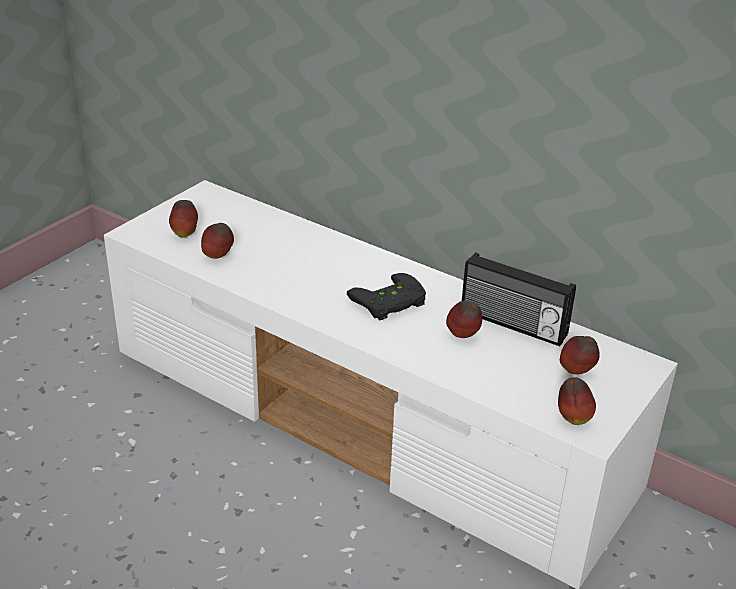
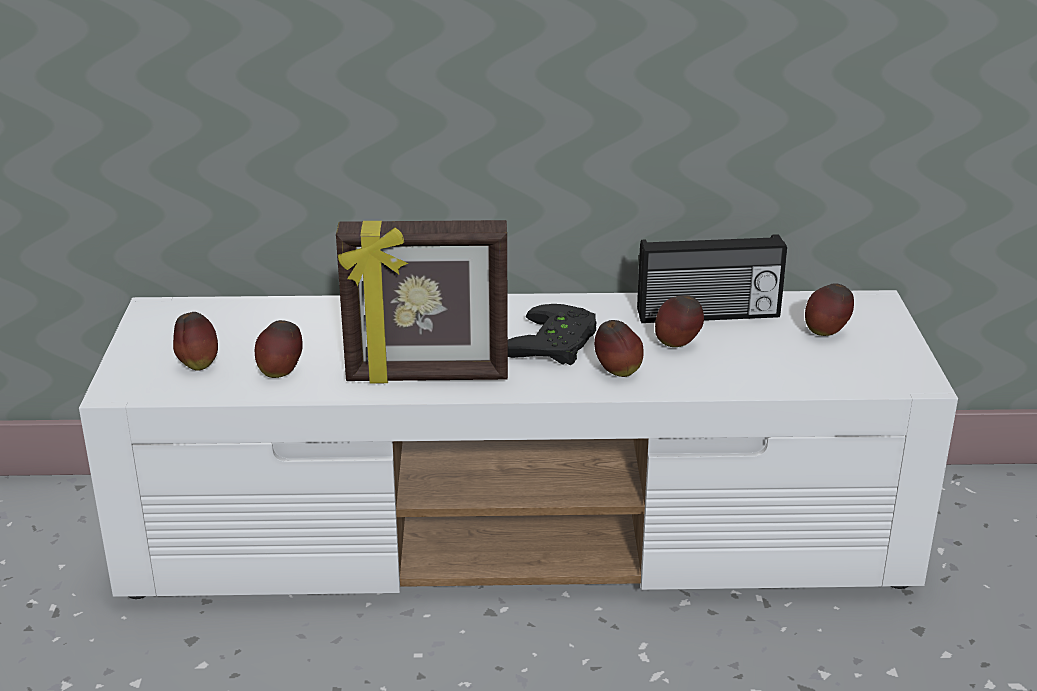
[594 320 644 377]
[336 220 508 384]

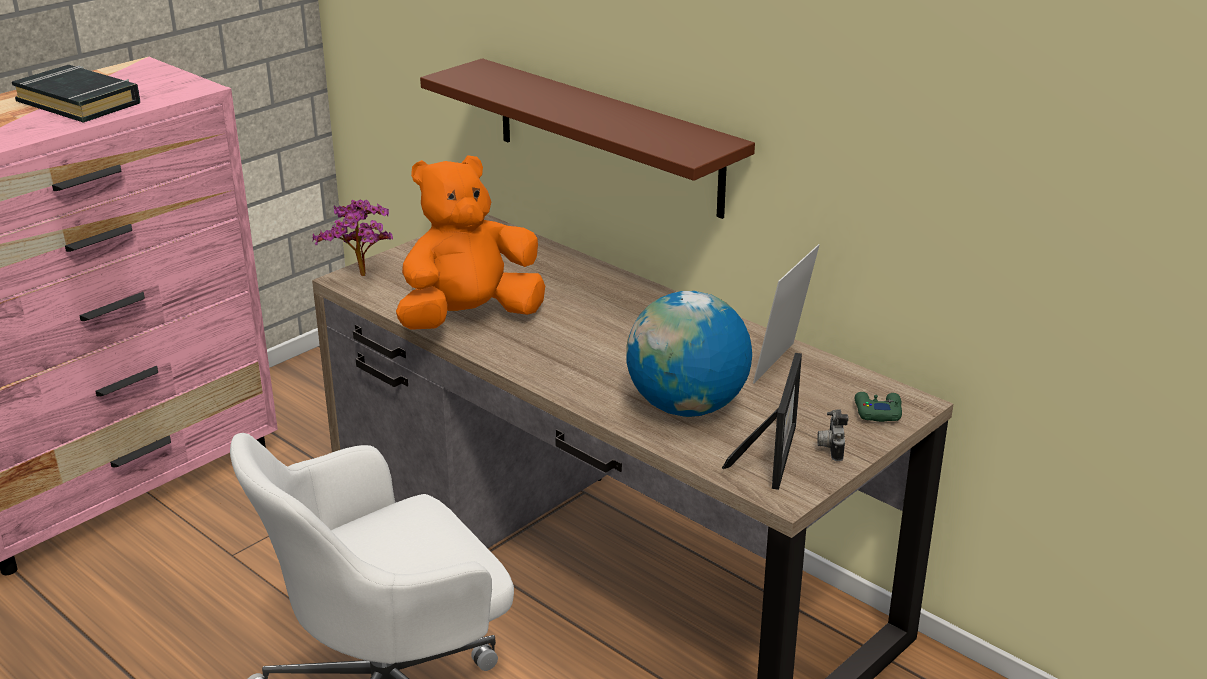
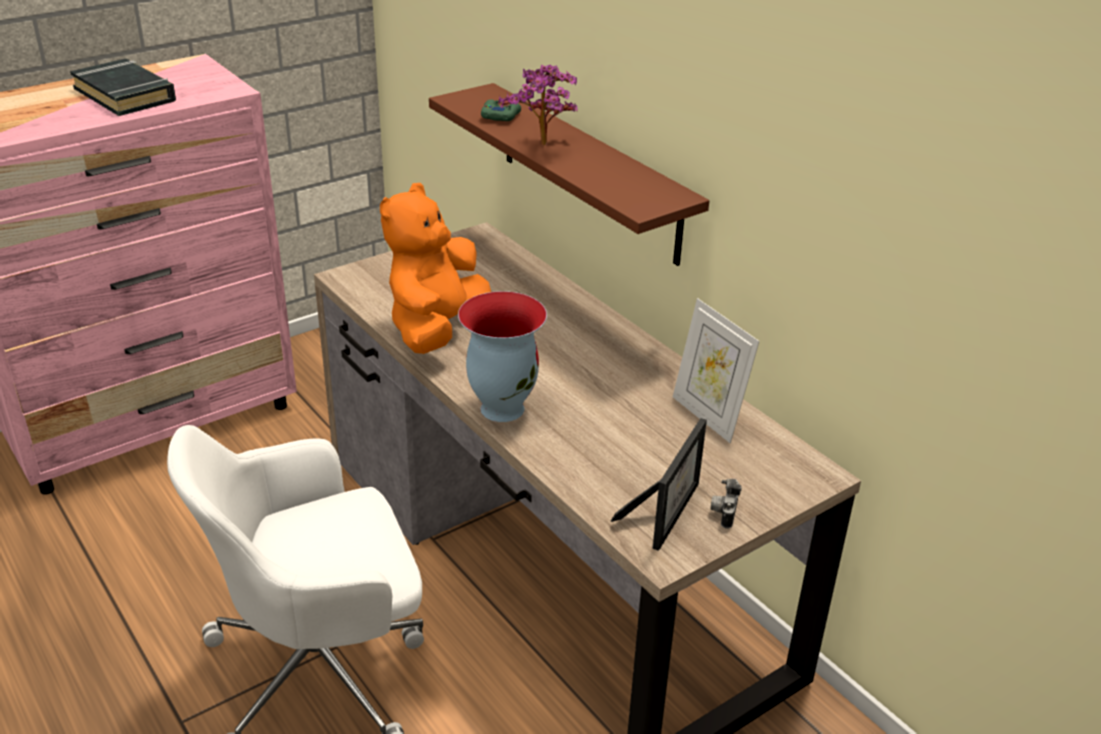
[498 65 578 146]
[380 183 491 354]
[626 291 752 417] (first image)
[673 298 759 443]
[481 99 521 121]
[458 291 547 422]

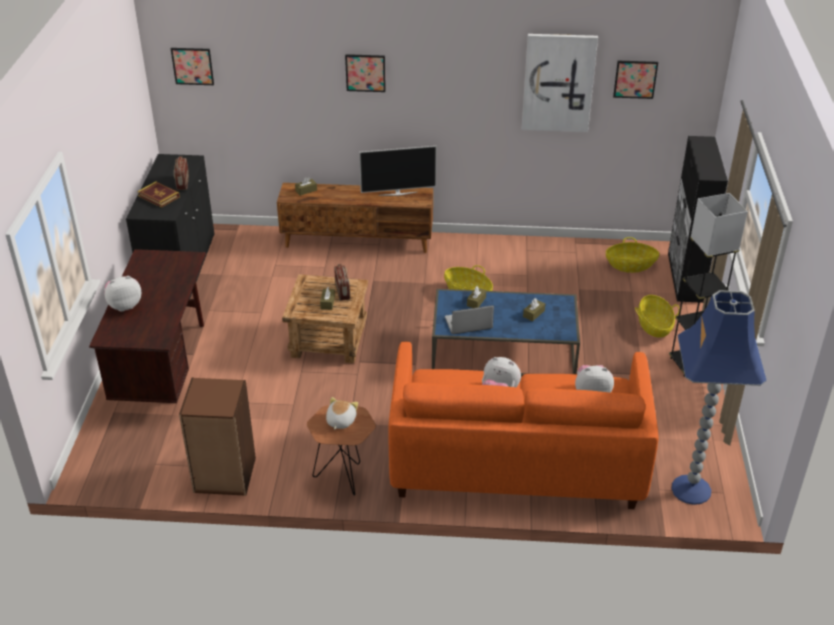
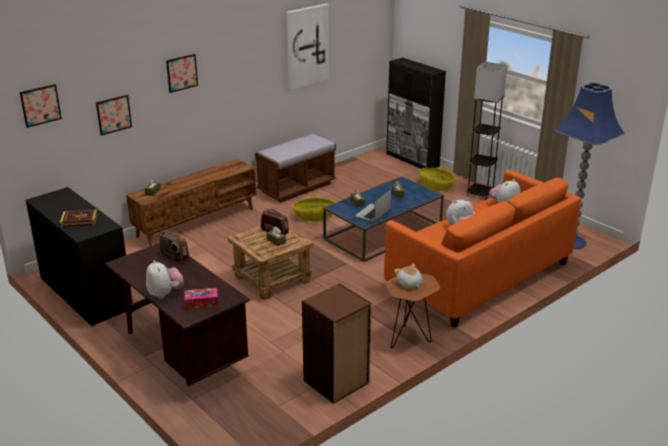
[146 260 184 299]
[160 231 189 263]
[359 146 437 196] (first image)
[606 237 659 273] (first image)
[96 95 132 136]
[184 288 218 309]
[255 134 336 202]

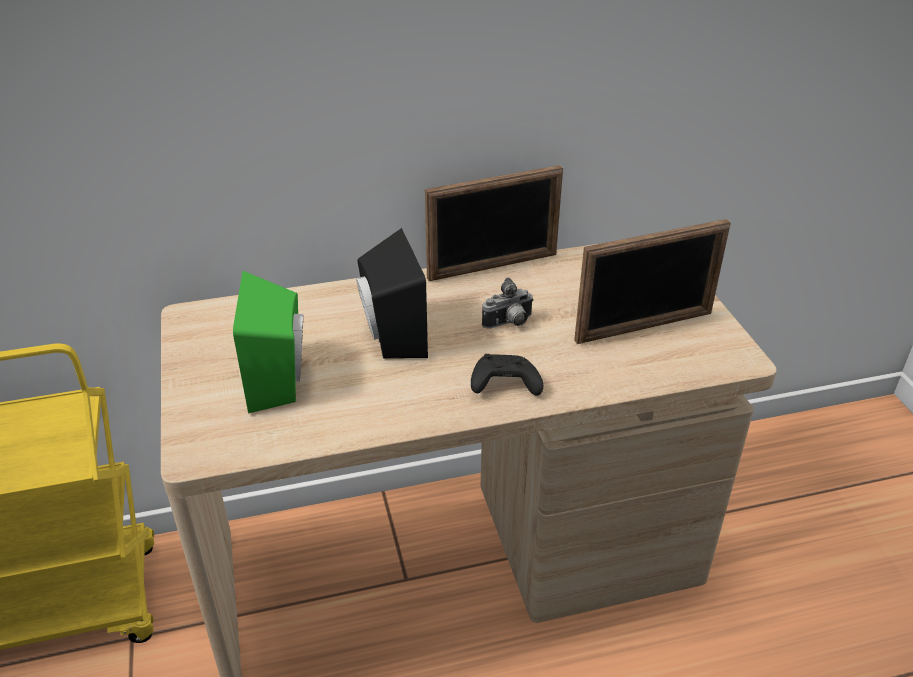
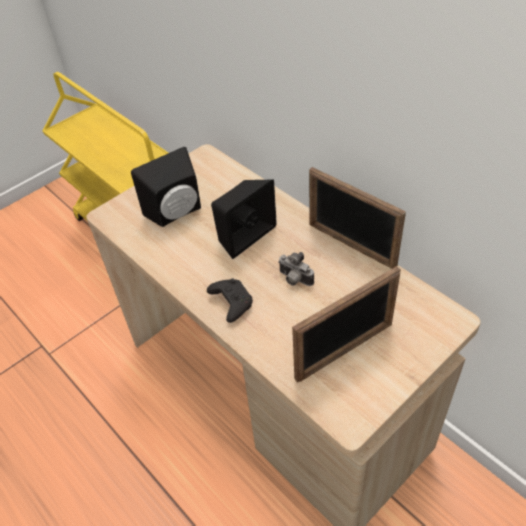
[131 147 201 227]
[292 266 401 383]

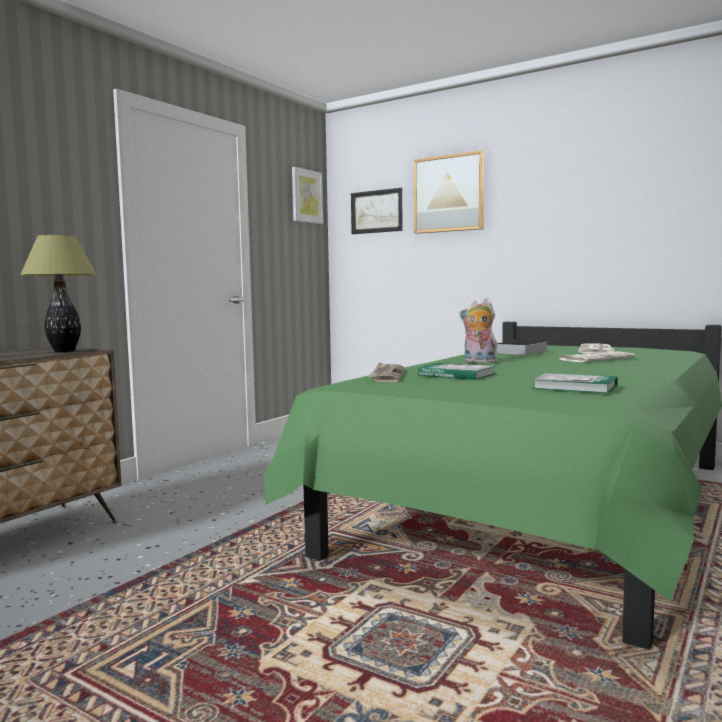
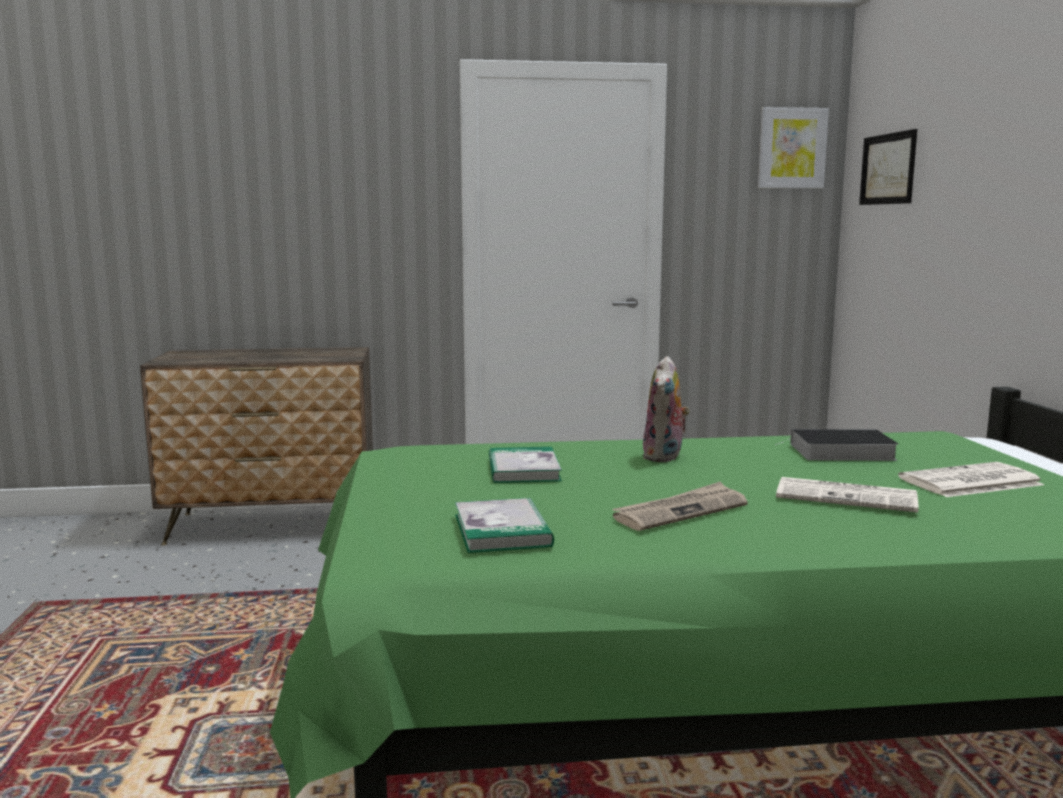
[20 235 97 352] (first image)
[612 481 748 531]
[414 150 484 234] (first image)
[643 356 690 462]

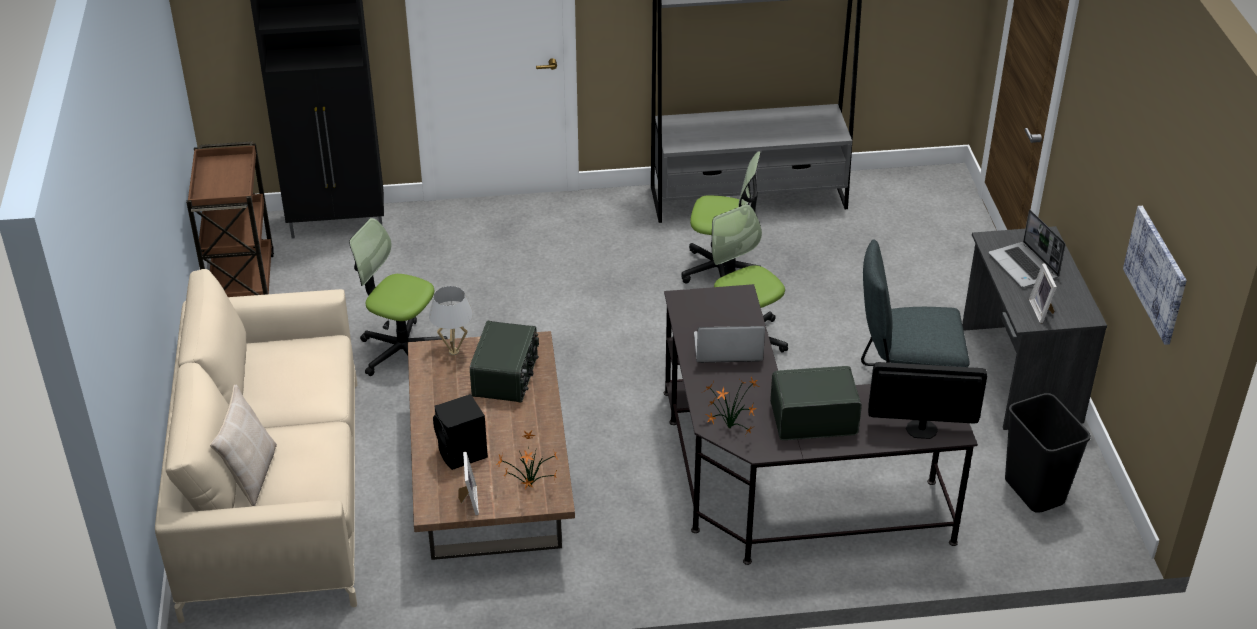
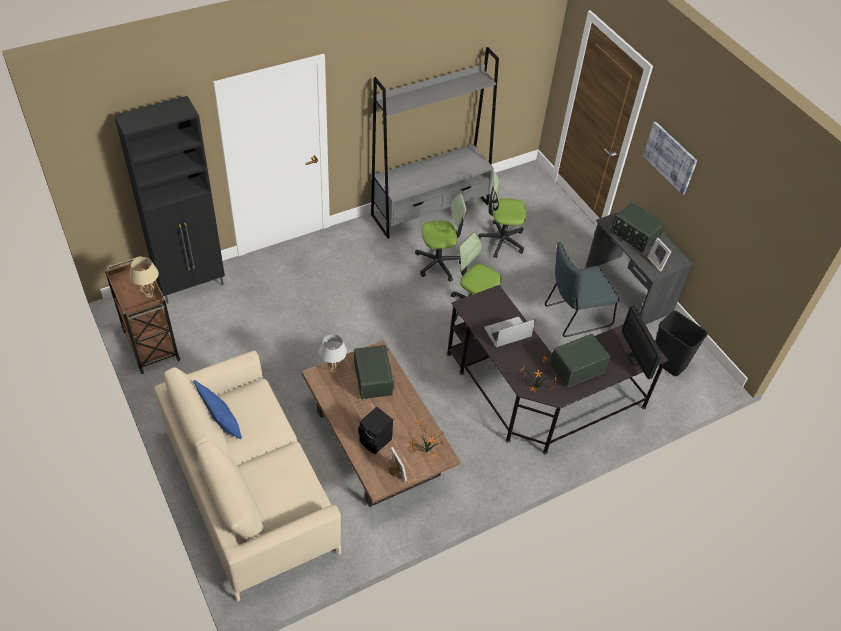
[210 385 277 506] (first image)
[477 171 526 258]
[622 306 662 379]
[611 203 665 253]
[643 122 697 195]
[130 257 159 298]
[193 380 242 439]

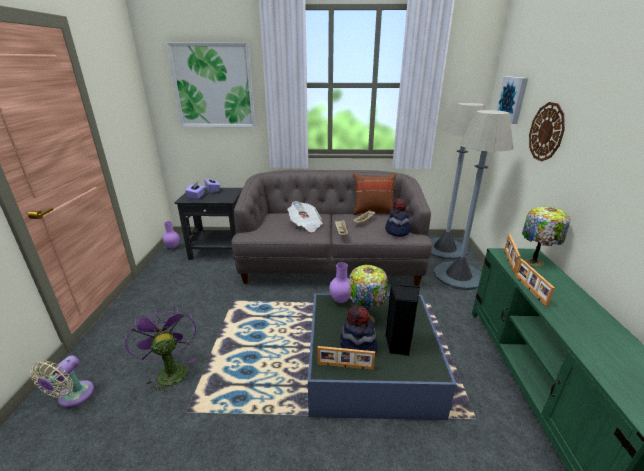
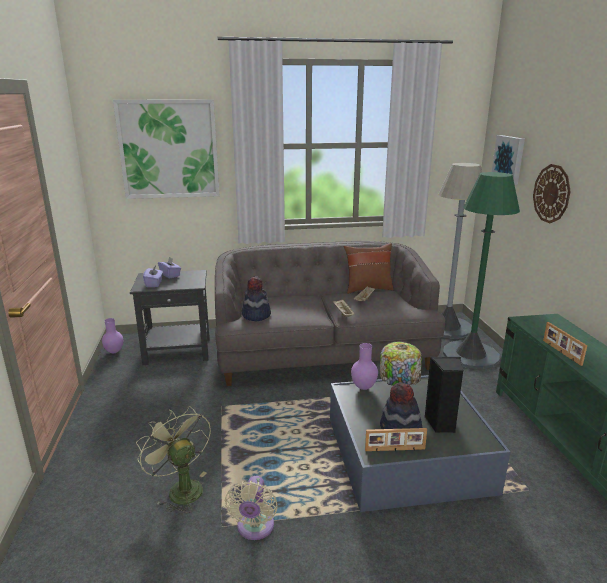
[225 476 278 540]
[136 406 211 513]
[288 201 323 232] (first image)
[242 276 271 321]
[443 172 520 369]
[504 234 521 273] (first image)
[522 207 571 267] (first image)

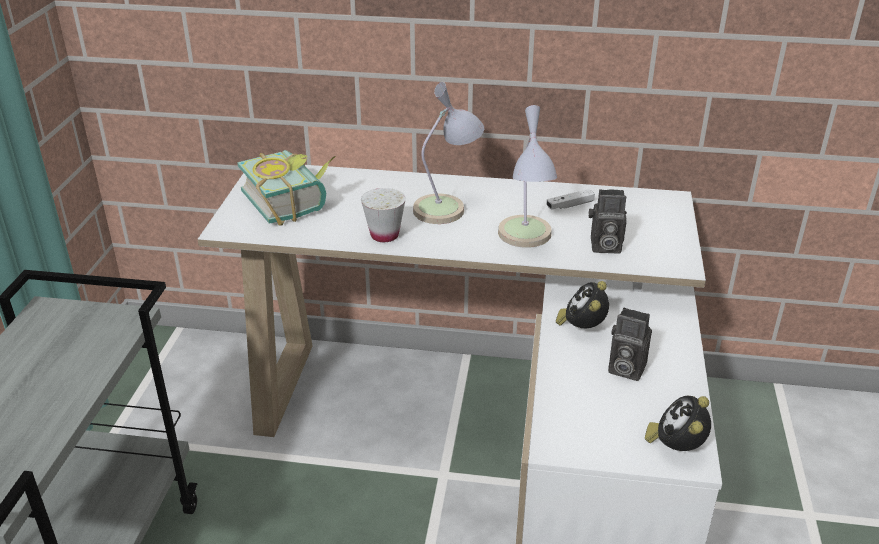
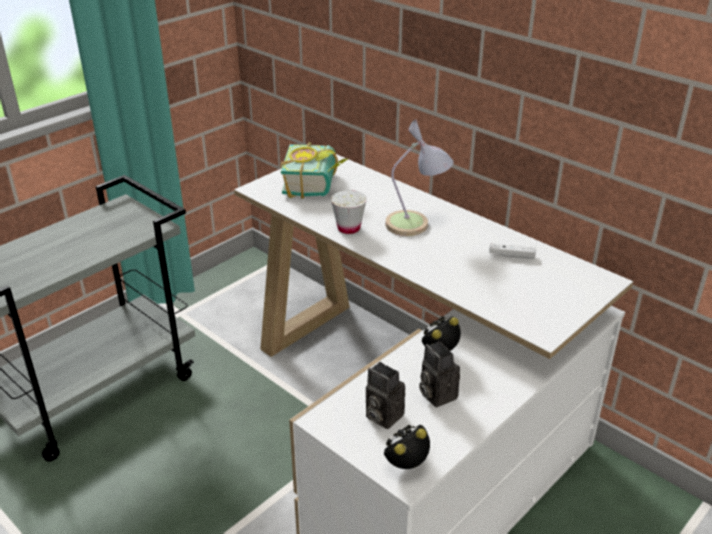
[498 105 557 248] (first image)
[366 362 405 429]

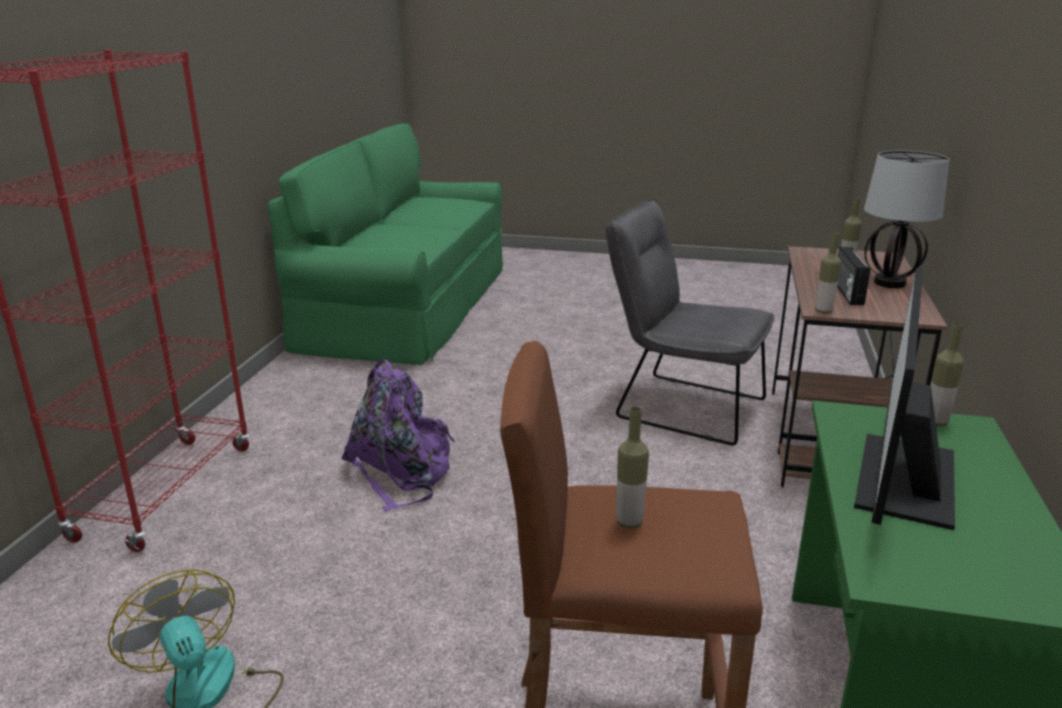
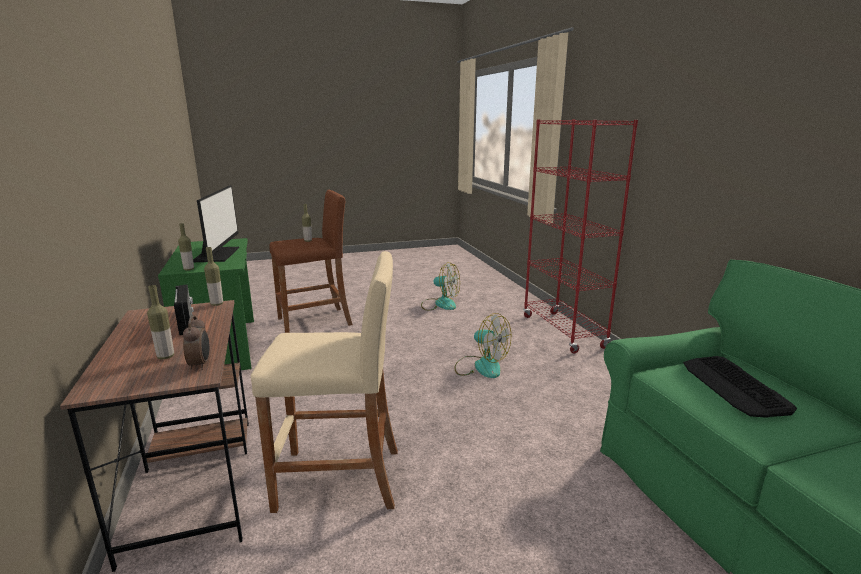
[454 313 511 378]
[251 251 398 513]
[864 151 949 288] (first image)
[183 315 210 370]
[683 356 797 418]

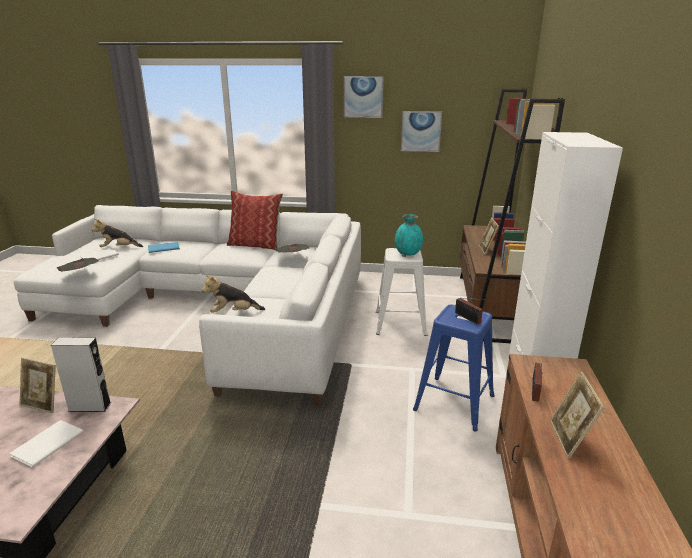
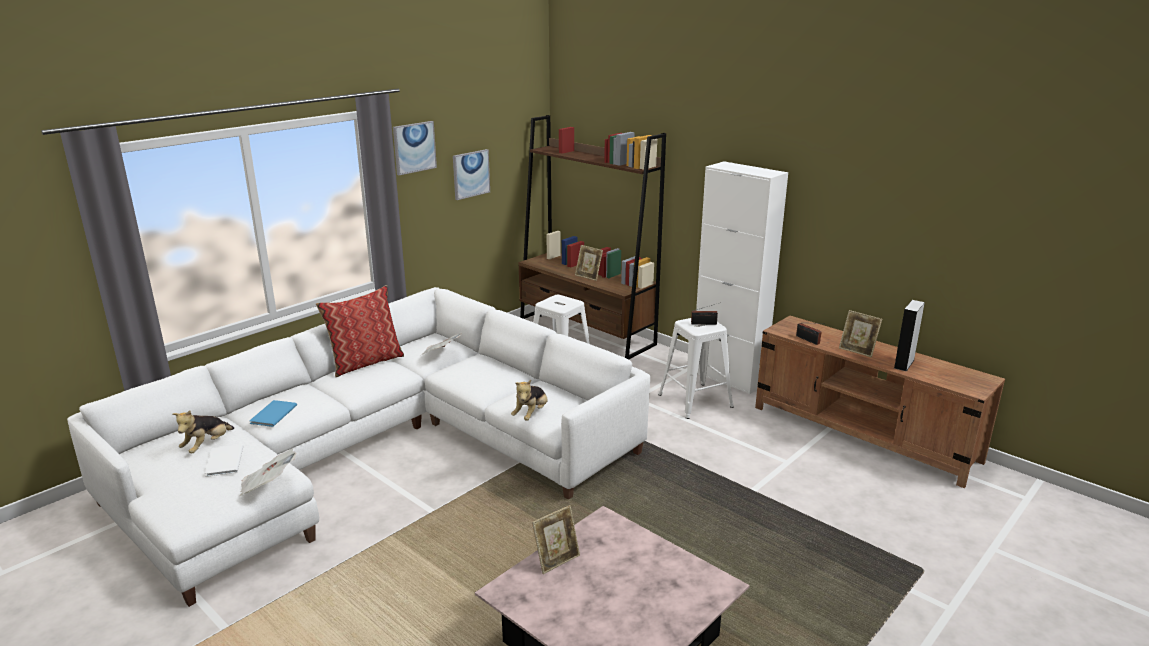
[10 420 83 468] (first image)
[894 300 925 372]
[395 214 423 255] (first image)
[658 318 734 419]

